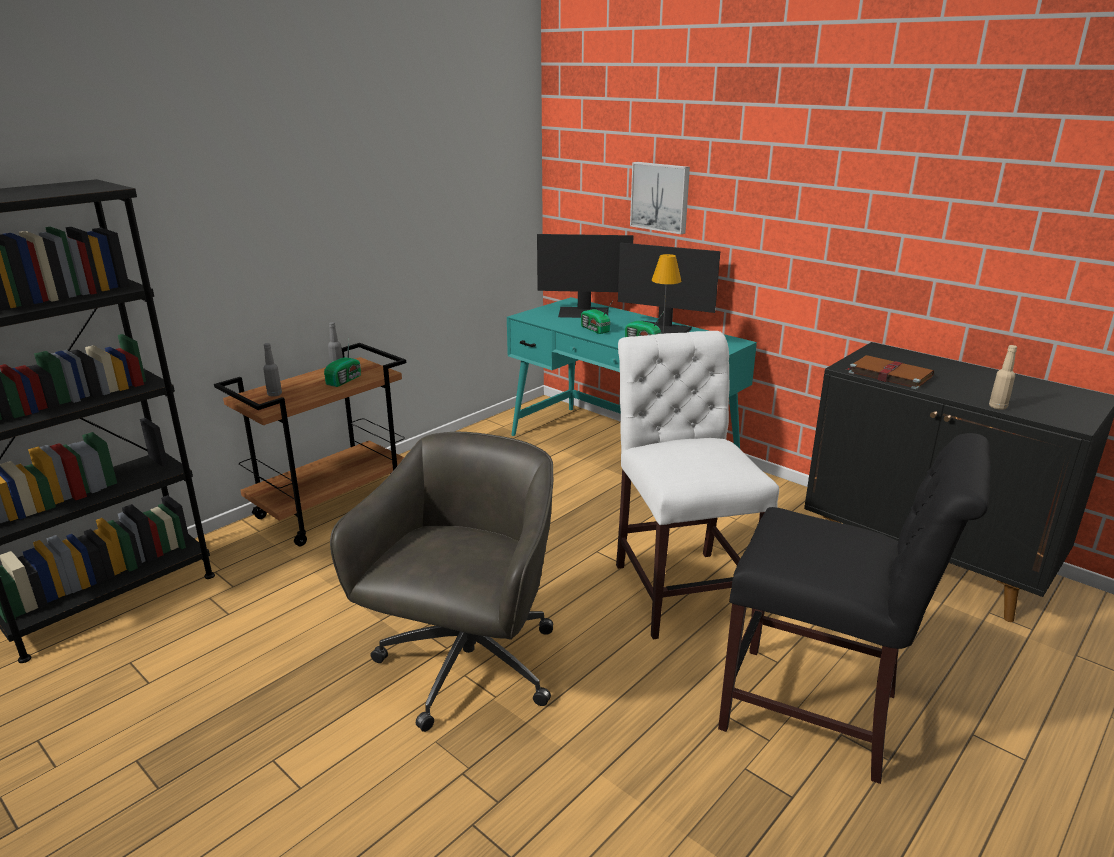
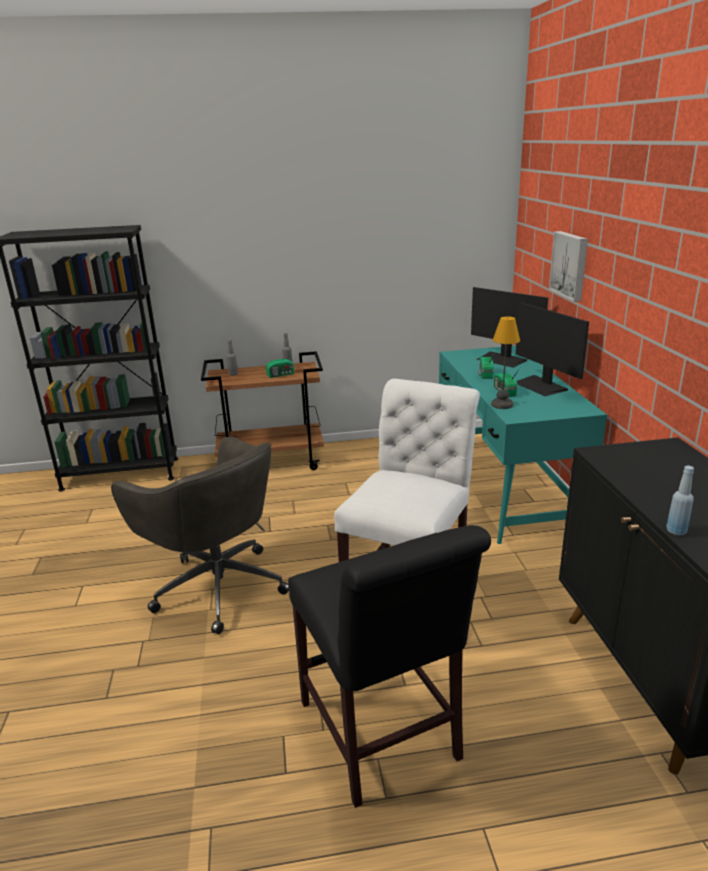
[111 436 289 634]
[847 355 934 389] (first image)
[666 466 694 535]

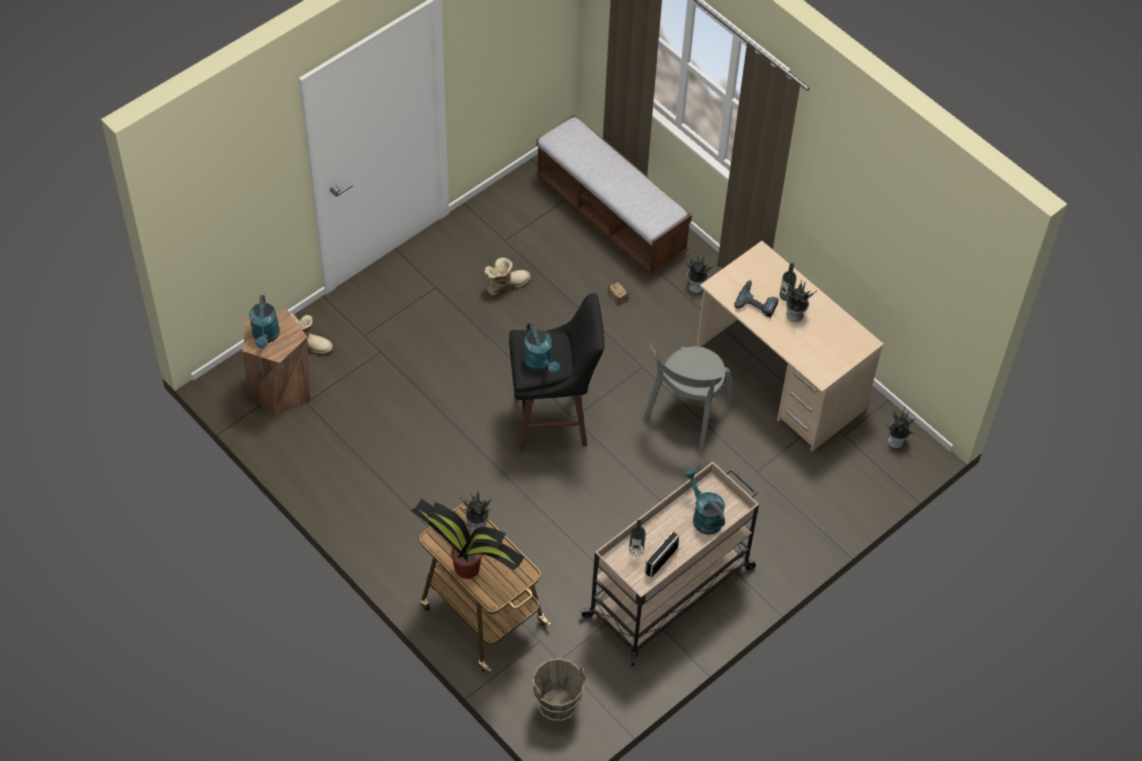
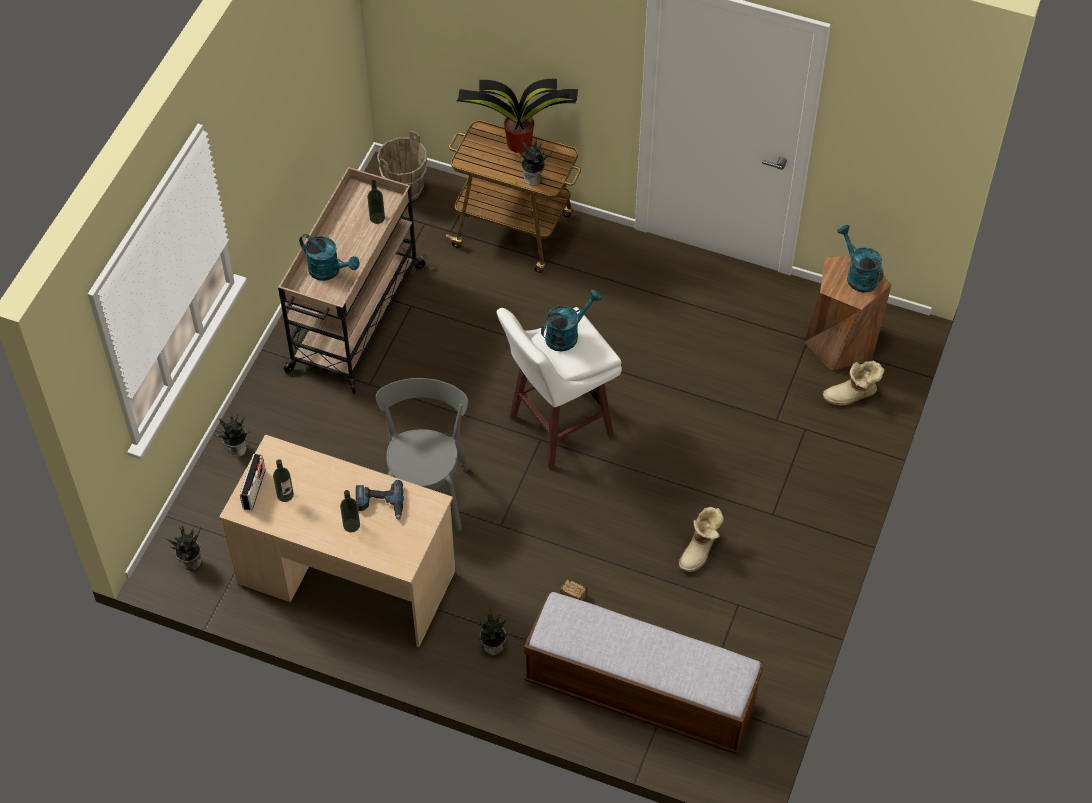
[497 307 622 470]
[541 290 602 351]
[240 454 266 510]
[215 409 250 457]
[273 459 294 502]

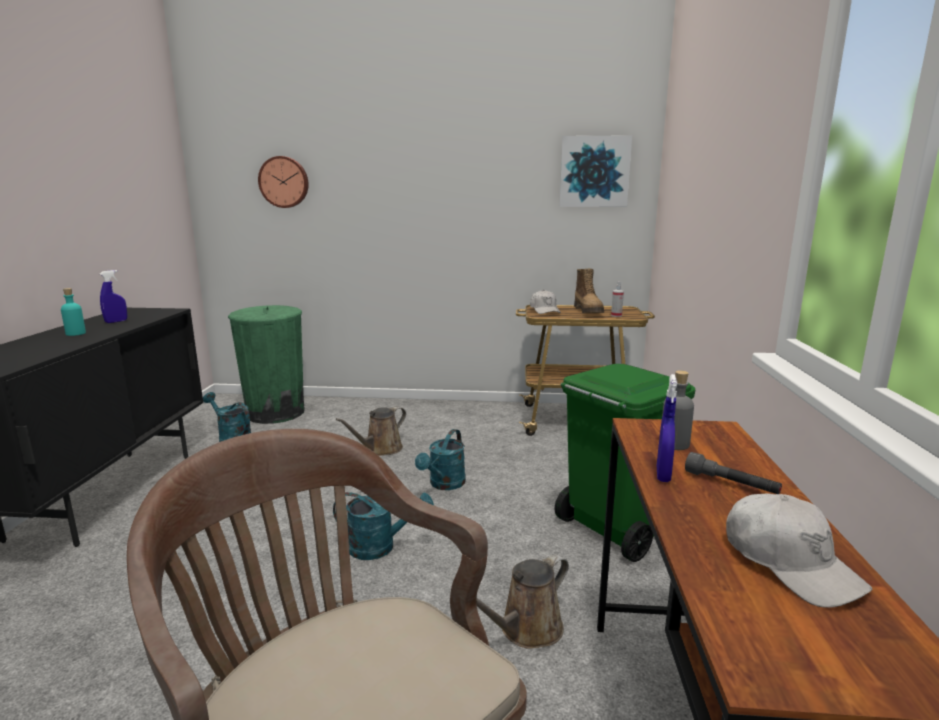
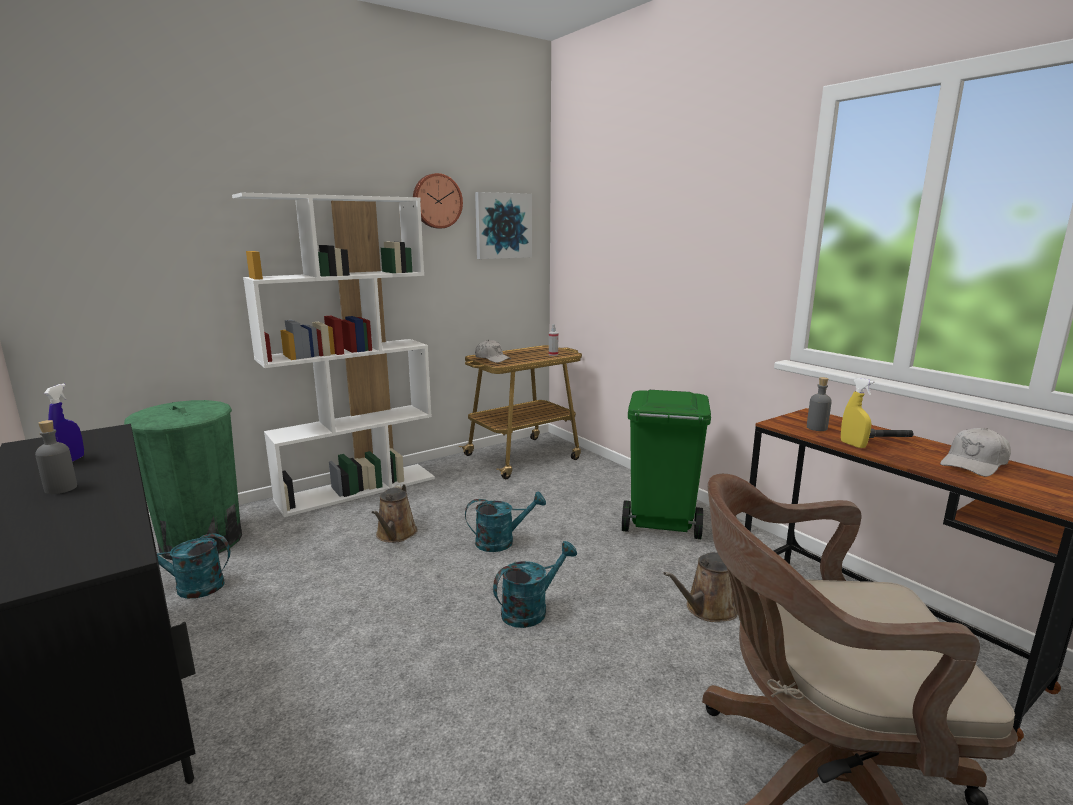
[35 420 77 494]
[413 173 463 228]
[465 492 546 552]
[663 552 738 622]
[574 269 604 313] (first image)
[841 378 875 448]
[940 428 1011 477]
[232 193 435 517]

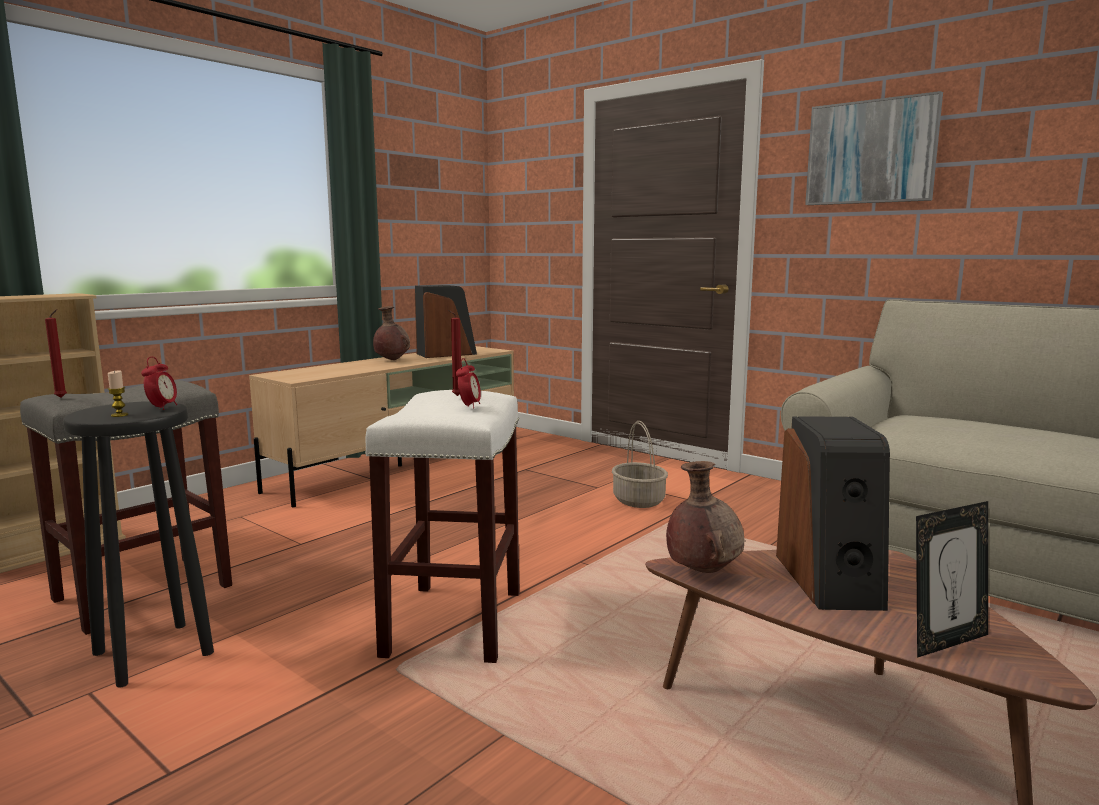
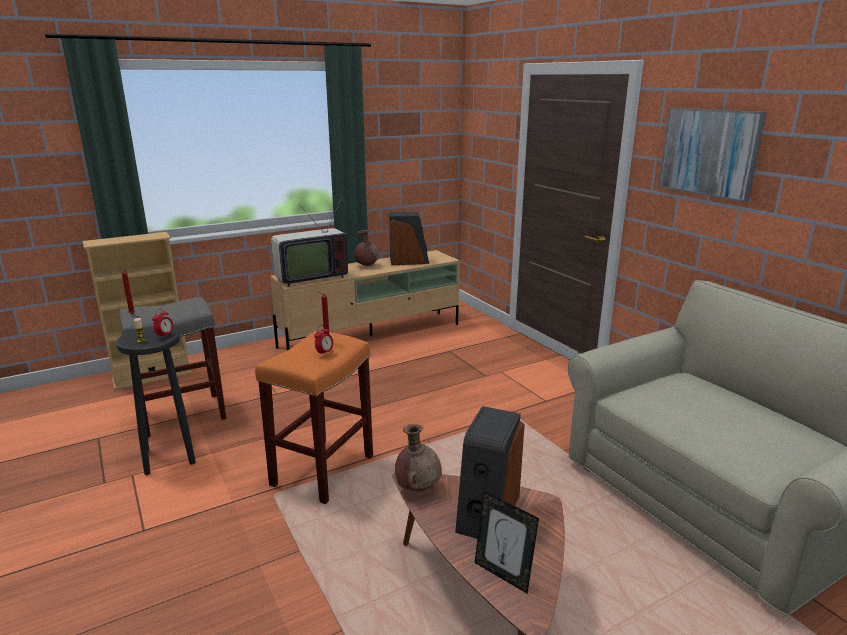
[255 331 373 504]
[612 421 668 508] (first image)
[475 491 539 594]
[271 197 348 287]

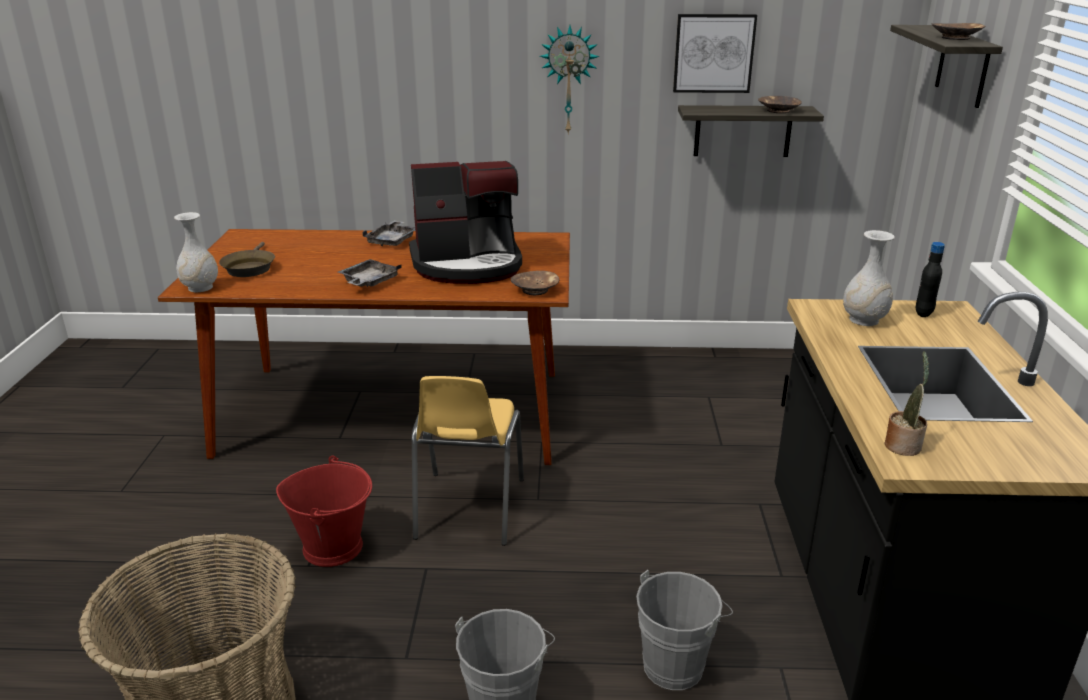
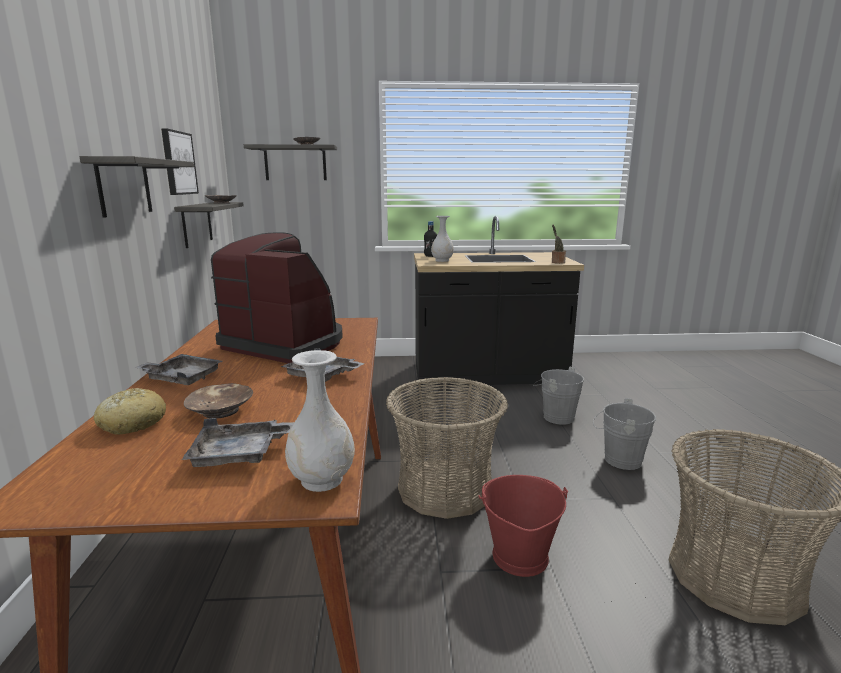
[182 418 294 467]
[211 232 343 363]
[386 377 508 519]
[184 383 253 419]
[80 156 194 218]
[94 388 166 434]

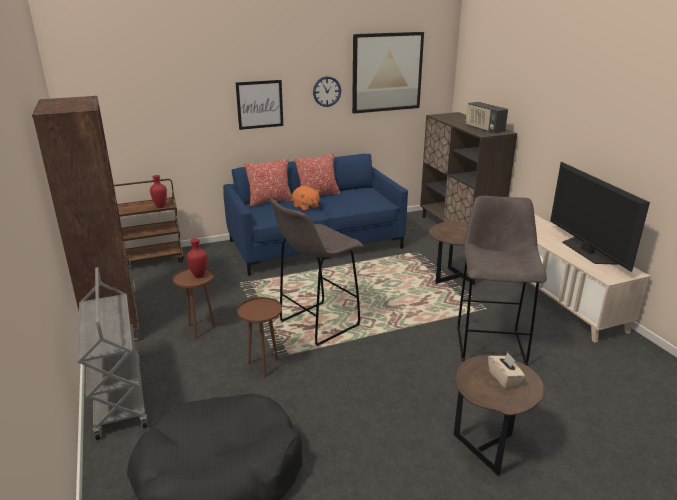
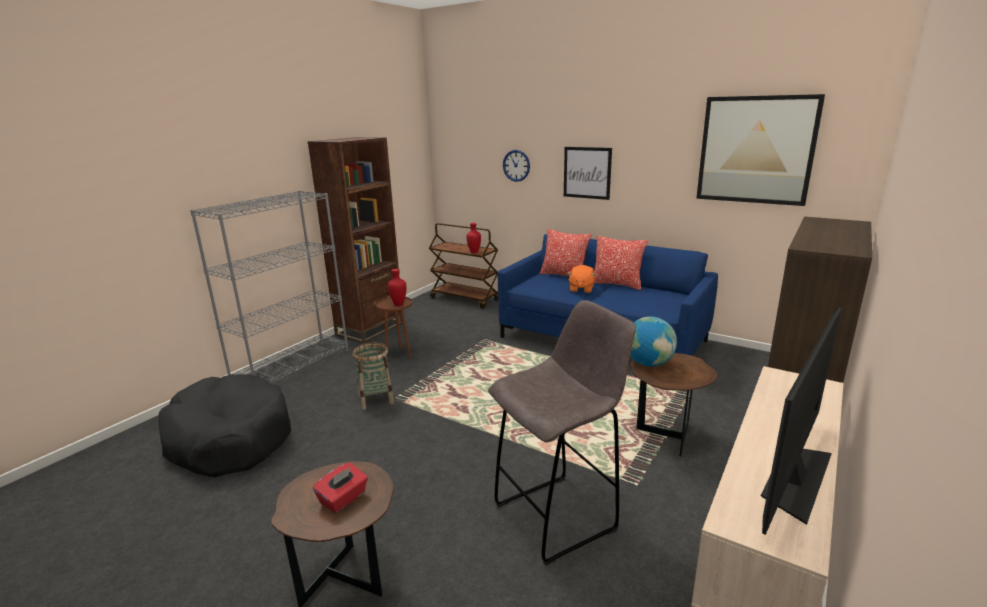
[190 191 349 383]
[353 343 394 410]
[270 199 364 346] (first image)
[503 150 530 182]
[466 102 508 134] (first image)
[313 462 368 513]
[630 316 677 367]

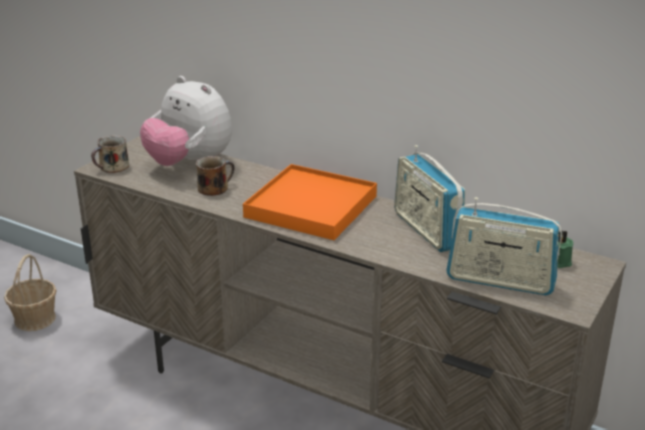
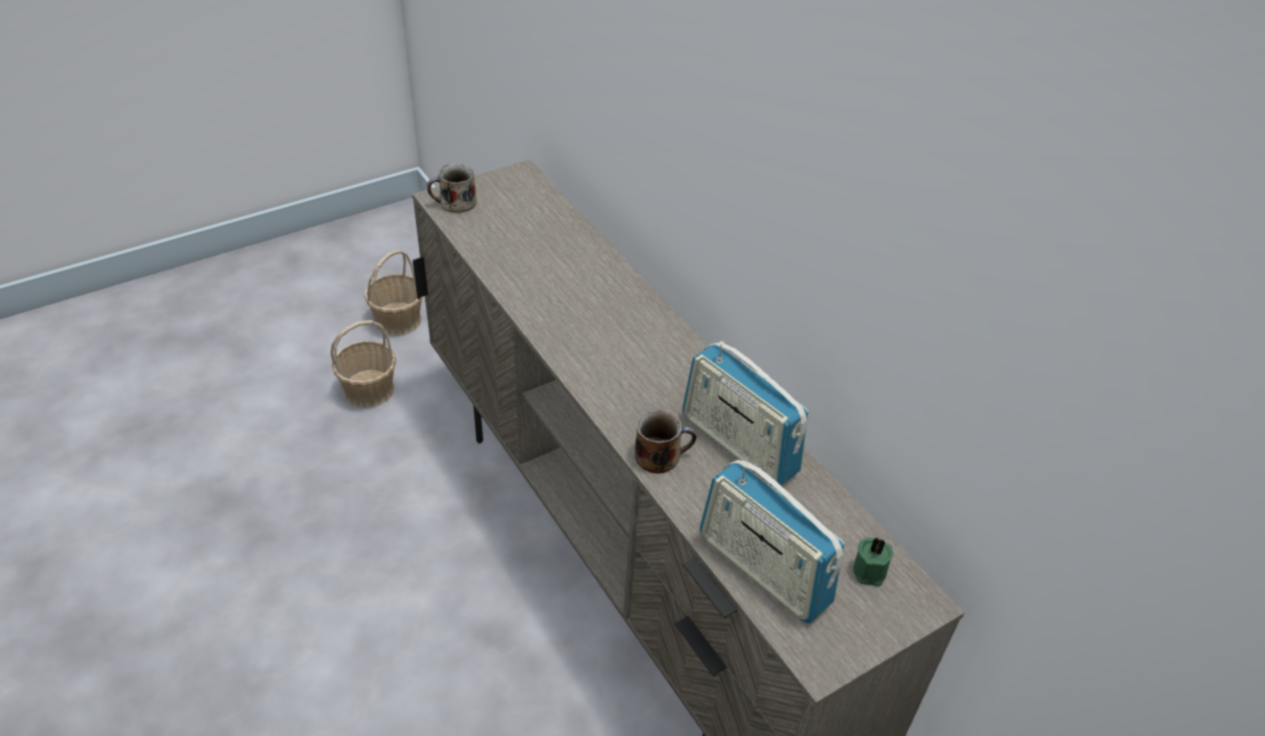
[140 76 232 166] (first image)
[634 409 696 474]
[243 164 377 240] (first image)
[682 341 809 487]
[331 320 396 408]

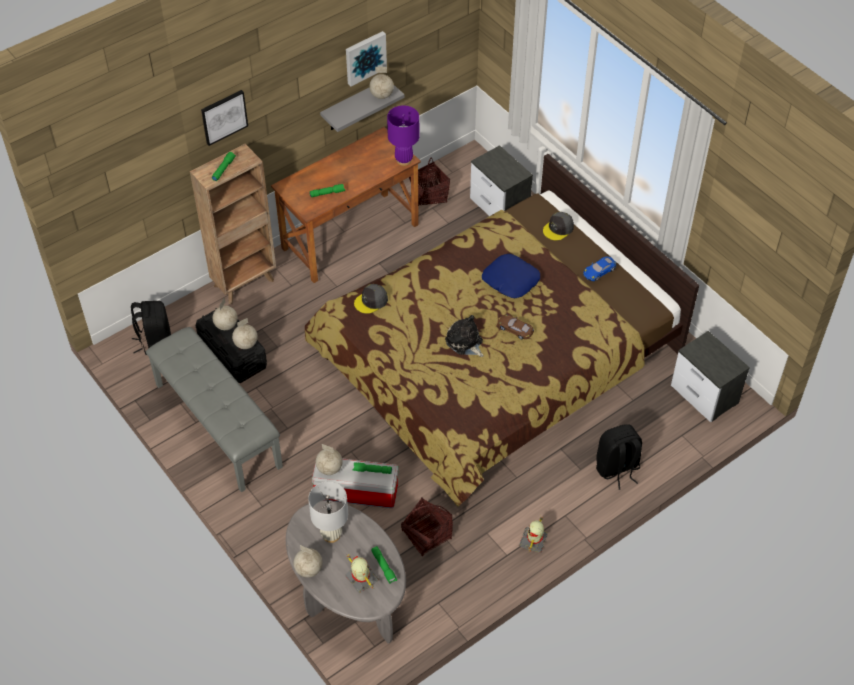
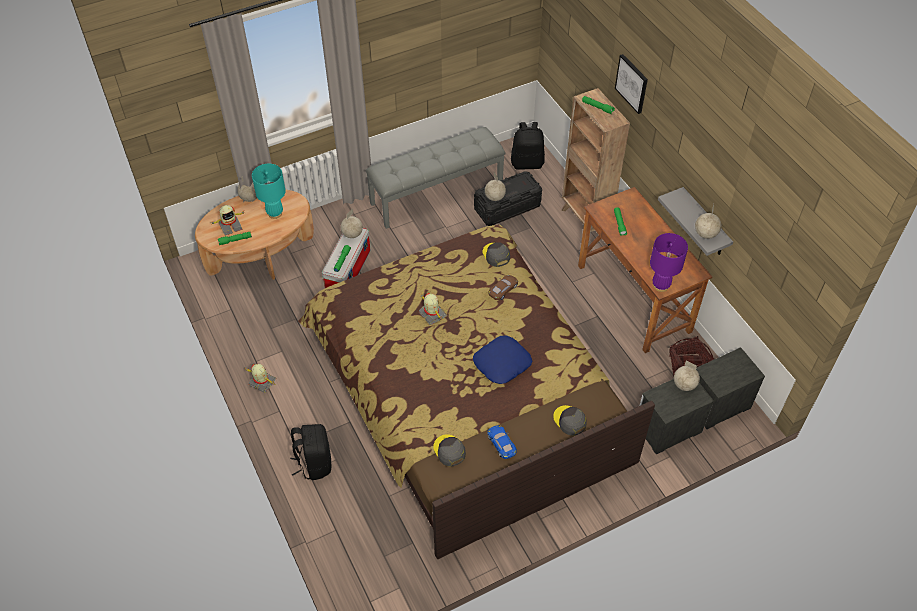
[674 361 700 391]
[195 189 314 280]
[252 164 286 219]
[346 31 387 86] (first image)
[401 497 453 556] (first image)
[419 293 447 325]
[488 275 518 300]
[696 347 765 429]
[433 434 466 467]

